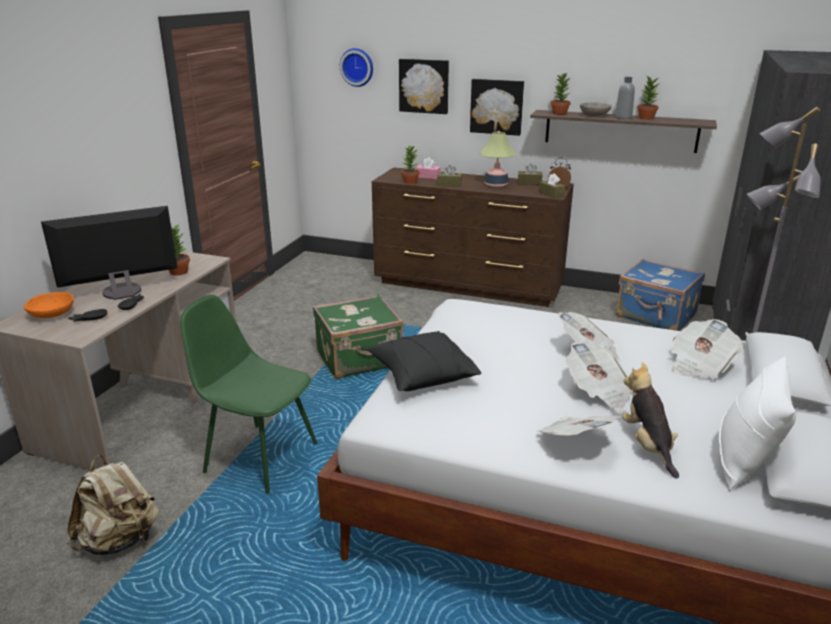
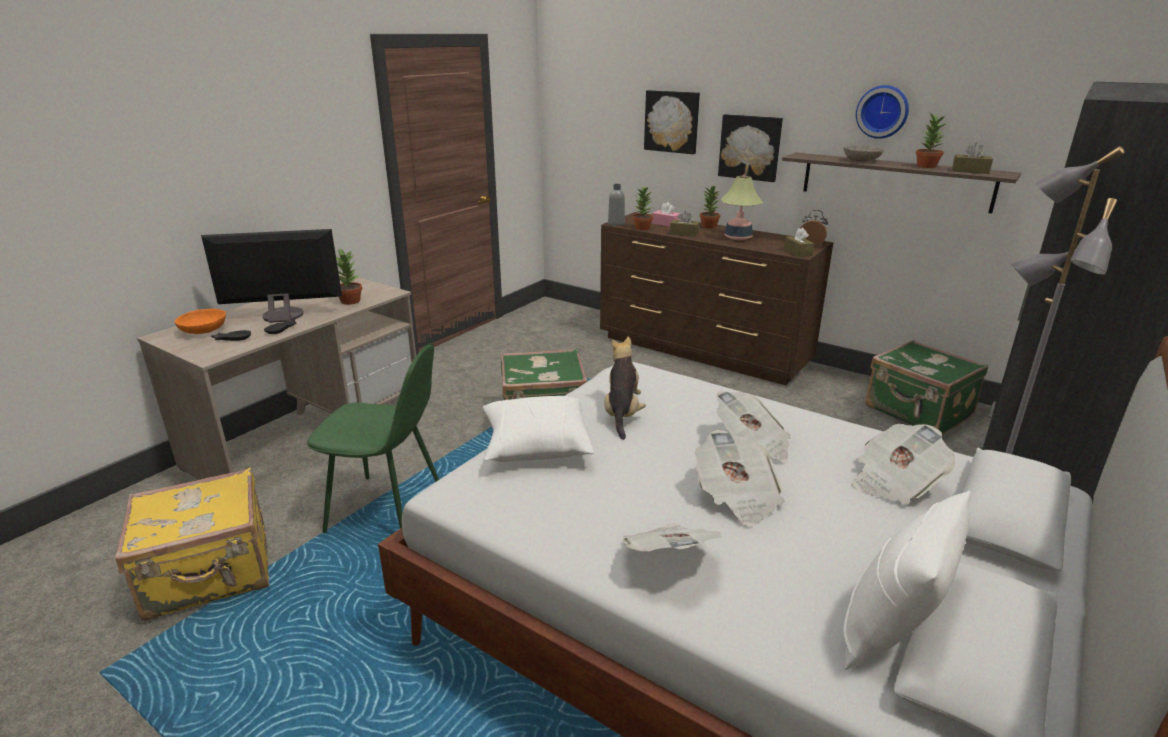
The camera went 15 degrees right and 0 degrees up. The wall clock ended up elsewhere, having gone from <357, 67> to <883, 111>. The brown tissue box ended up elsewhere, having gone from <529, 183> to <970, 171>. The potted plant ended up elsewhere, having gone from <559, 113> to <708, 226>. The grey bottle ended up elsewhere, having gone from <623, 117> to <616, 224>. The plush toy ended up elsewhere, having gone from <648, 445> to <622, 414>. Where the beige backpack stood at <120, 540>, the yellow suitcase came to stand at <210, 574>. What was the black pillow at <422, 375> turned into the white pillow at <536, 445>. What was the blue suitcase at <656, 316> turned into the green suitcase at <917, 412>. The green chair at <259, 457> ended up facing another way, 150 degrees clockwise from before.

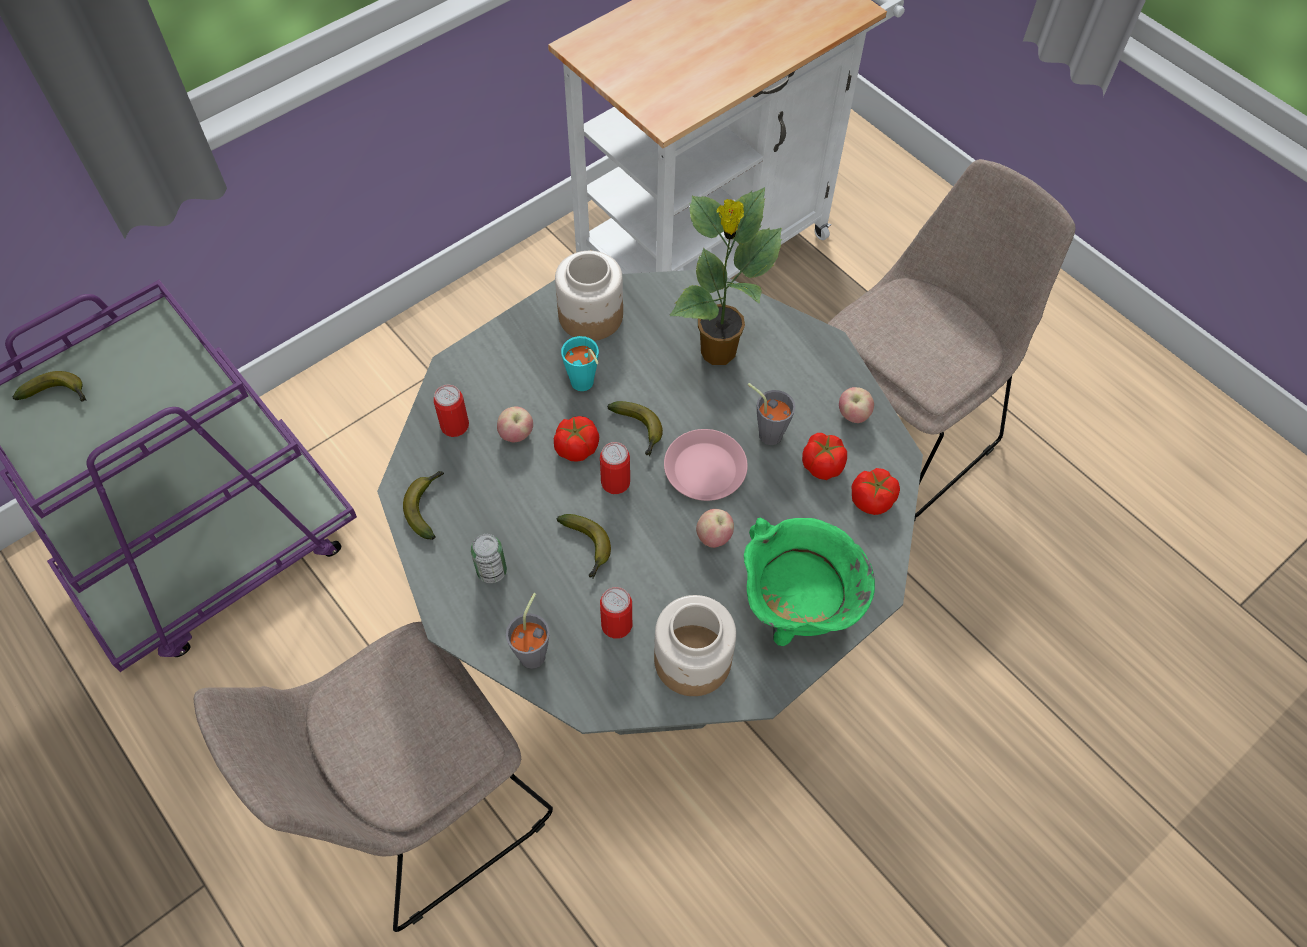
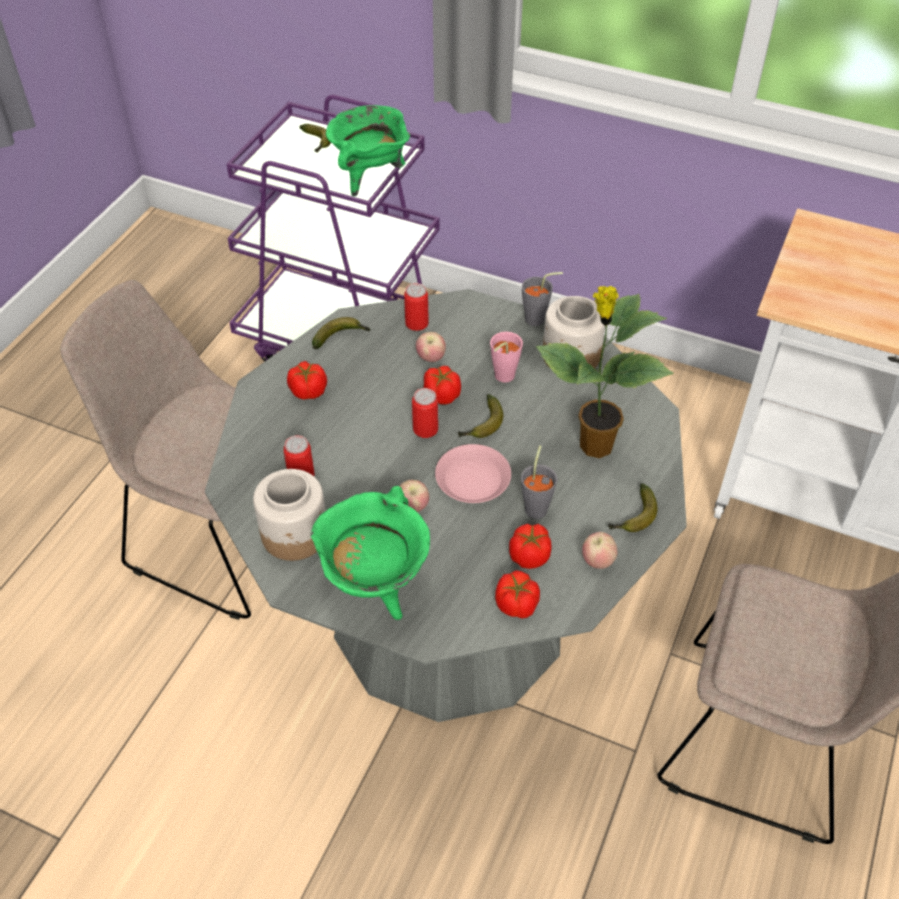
The camera went 65 degrees right and 10 degrees down. The second view gained the green cooking pot at <370, 177>. The grey cup ended up elsewhere, having gone from <535, 650> to <539, 319>. The banana ended up elsewhere, having gone from <587, 548> to <633, 517>. Where the can stood at <492, 571>, the tomato came to stand at <308, 391>. What was the turquoise cup at <584, 386> turned into the pink cup at <501, 378>.

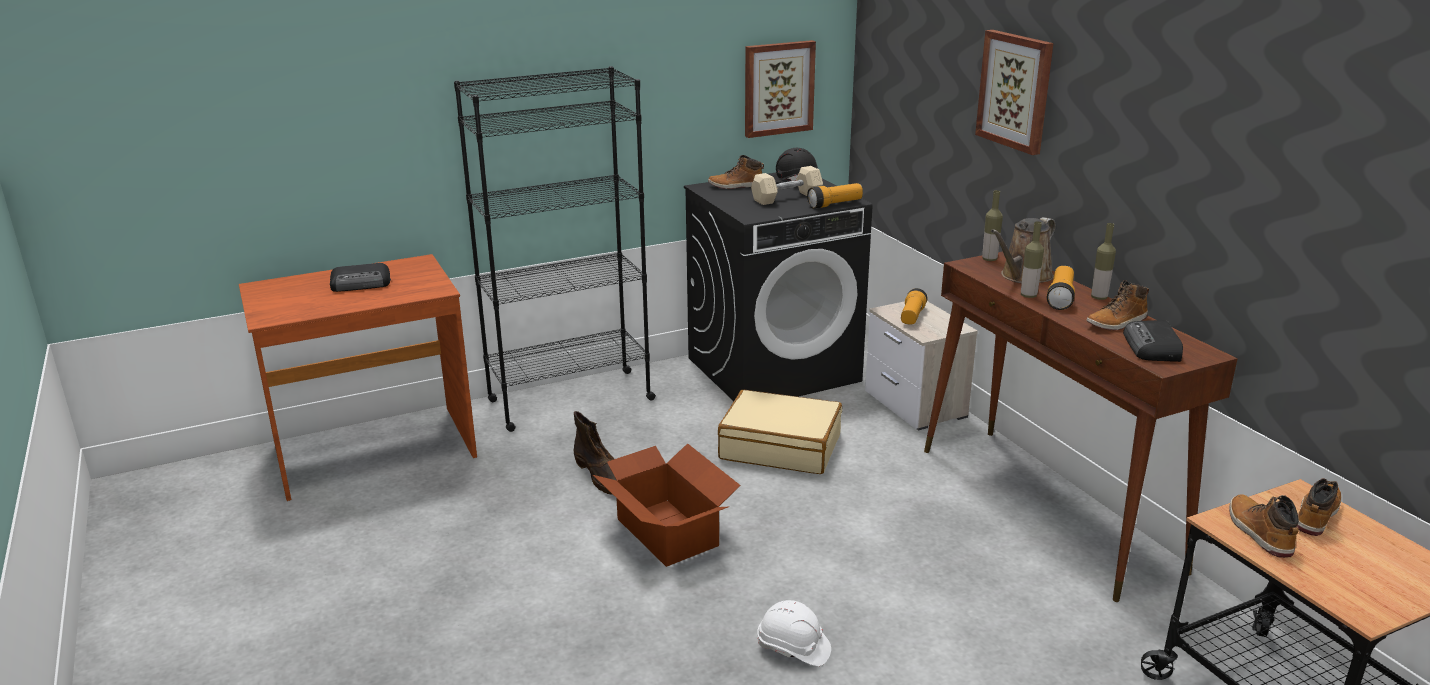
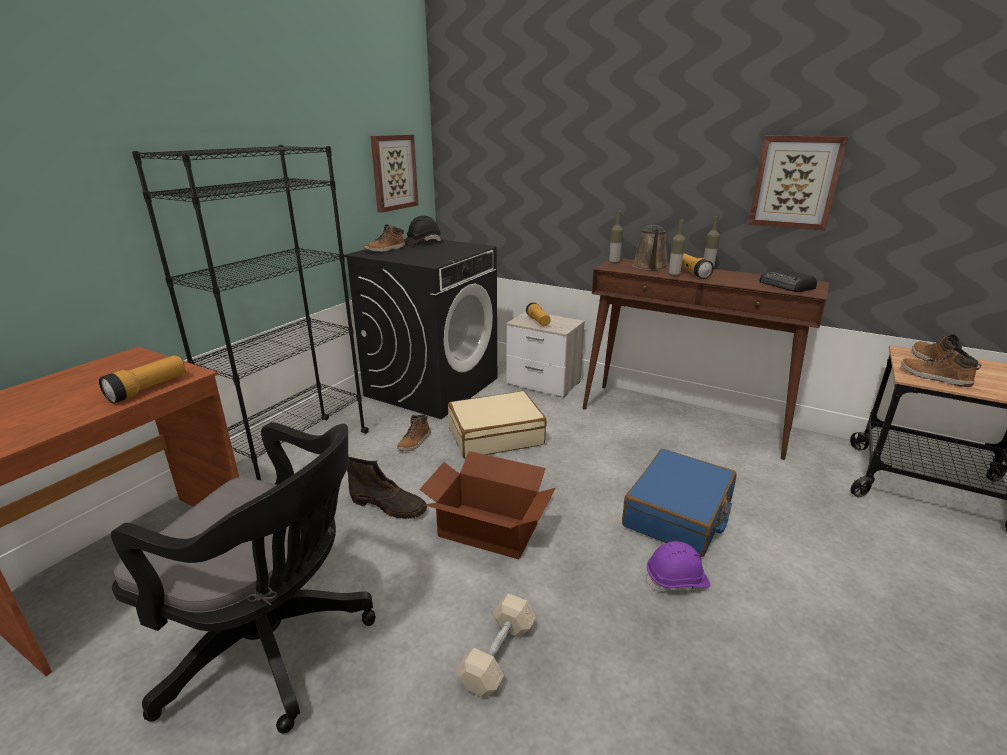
The camera went 35 degrees left and 0 degrees up. The second view lost the radio at <362, 283>. The second view gained the black office chair at <275, 645>. The second view gained the blue suitcase at <678, 514>. The beige dumbbell ended up elsewhere, having gone from <786, 198> to <498, 655>. The flashlight ended up elsewhere, having gone from <835, 204> to <148, 389>. The picture ended up elsewhere, having gone from <1015, 91> to <795, 182>. The boot ended up elsewhere, having gone from <1117, 323> to <415, 442>. What was the white hard hat at <793, 648> turned into the purple hard hat at <677, 580>.

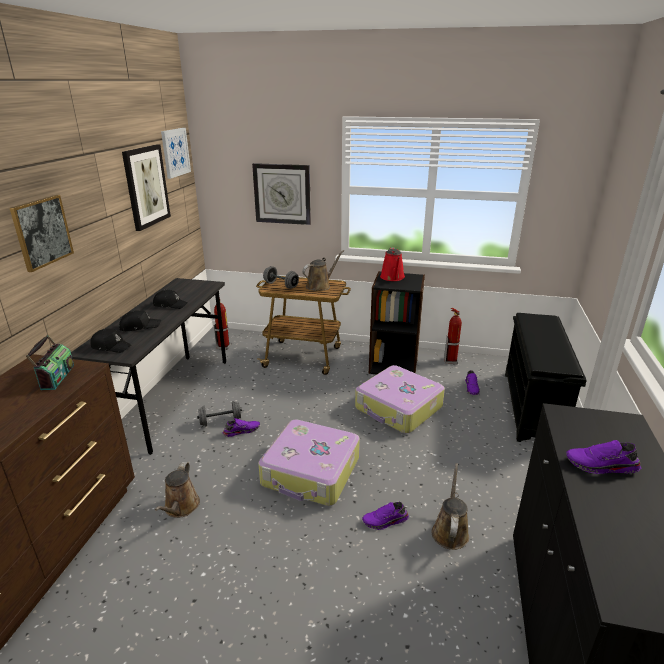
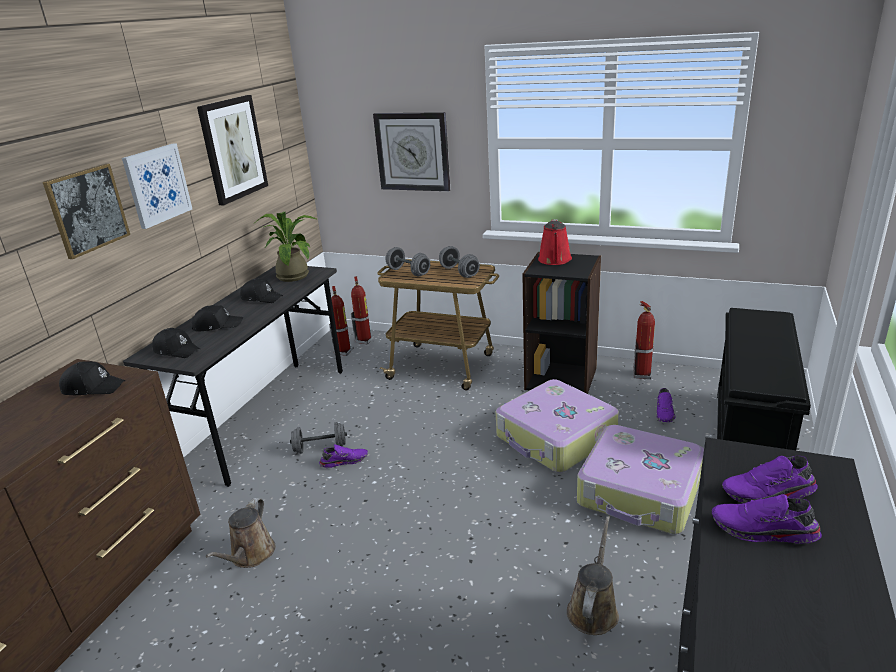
The camera went 10 degrees right and 0 degrees up. The second view gained the potted plant at <294, 275>. The second view gained the fire extinguisher at <364, 340>. The picture ended up elsewhere, having gone from <175, 152> to <157, 185>. The suitcase ended up elsewhere, having gone from <311, 472> to <640, 492>. The purple shoe ended up elsewhere, having gone from <385, 521> to <768, 494>. Where the radio stood at <56, 377>, the black cap came to stand at <93, 387>. Where the brown watering can stood at <320, 286>, the grey dumbbell came to stand at <459, 272>.

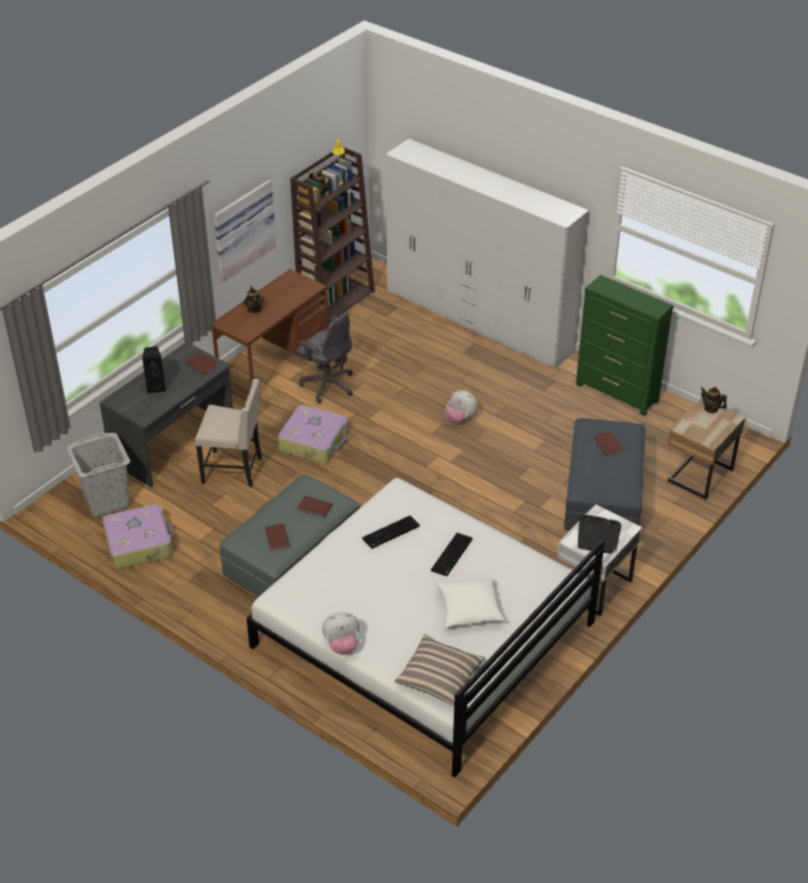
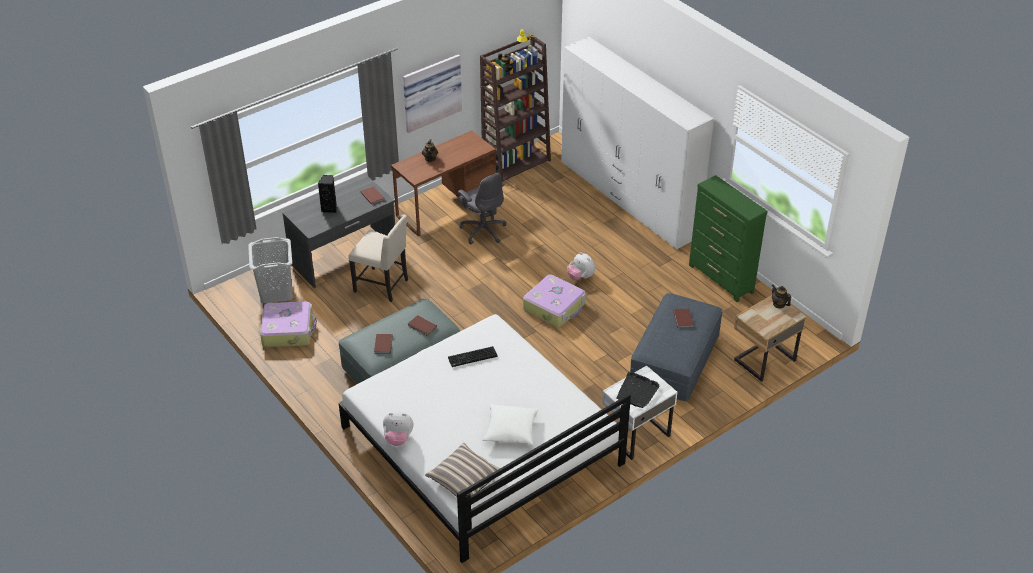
The camera went 15 degrees right and 0 degrees up. The second view lost the keyboard at <452, 555>. The suitcase ended up elsewhere, having gone from <314, 441> to <555, 307>.

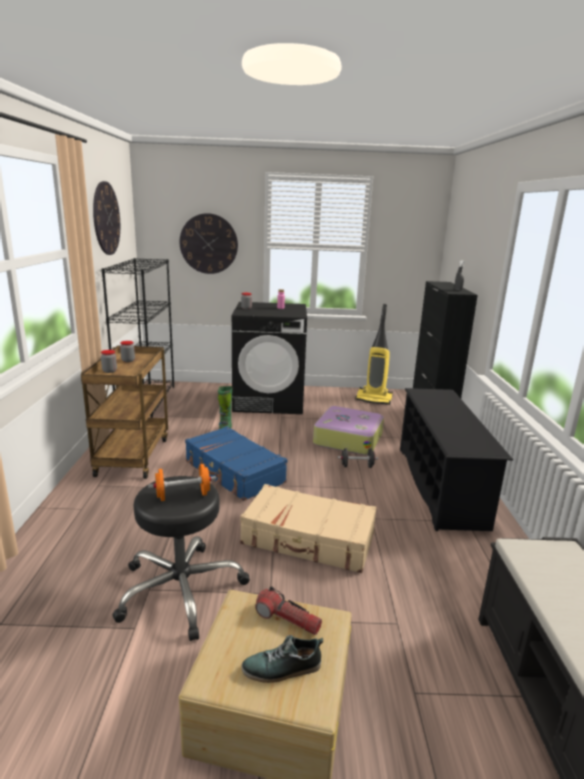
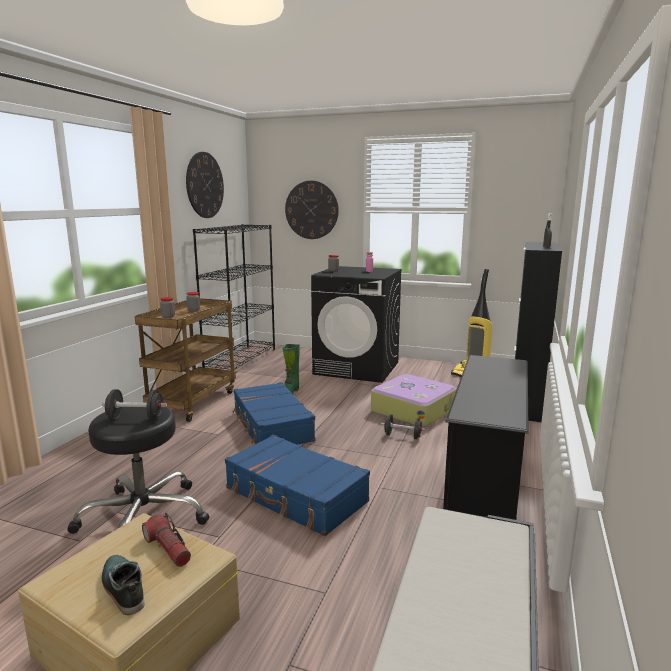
The camera went 20 degrees right and 5 degrees down. What was the orange dumbbell at <183, 495> turned into the black dumbbell at <136, 418>. What was the beige suitcase at <308, 539> turned into the blue suitcase at <295, 496>. The shoe at <282, 668> ended up facing another way, 45 degrees clockwise from before.

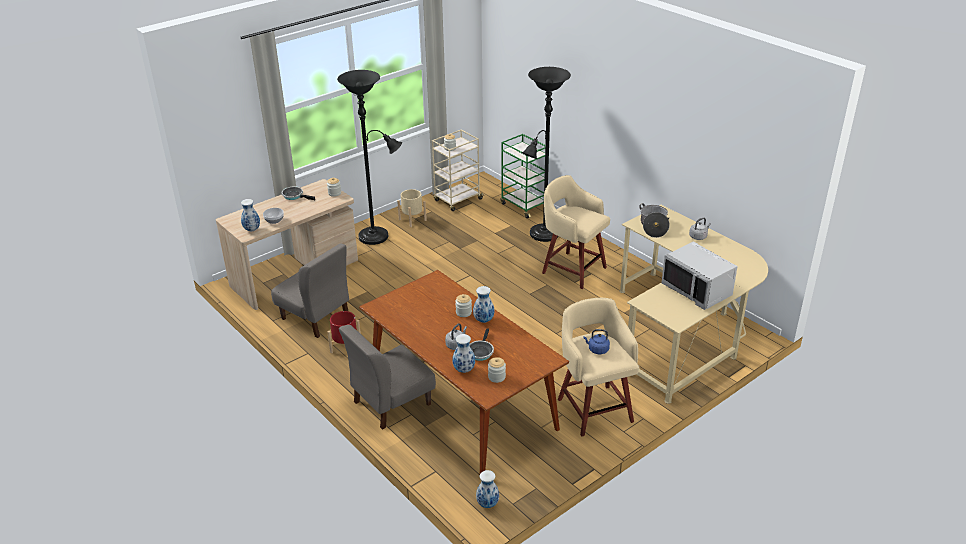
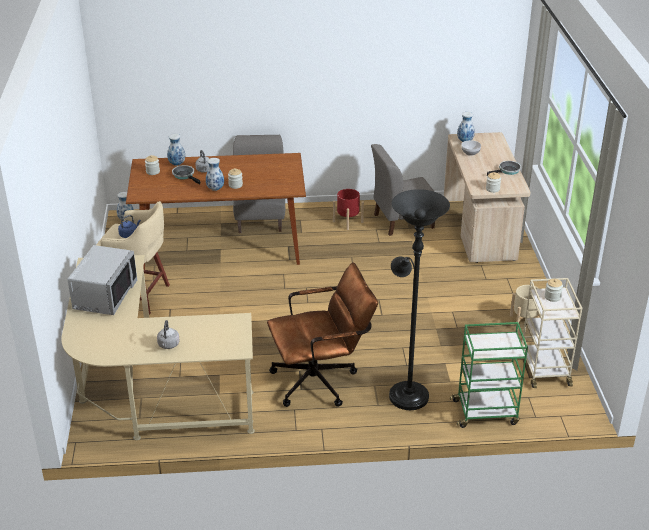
The camera went 125 degrees right and 0 degrees up. The second view lost the black floor lamp at <377, 236>. The second view lost the cooking pot at <653, 226>. Where the beige stool stood at <572, 269>, the brown office chair came to stand at <321, 381>. The grey microwave at <697, 290> ended up facing another way, 105 degrees clockwise from before.

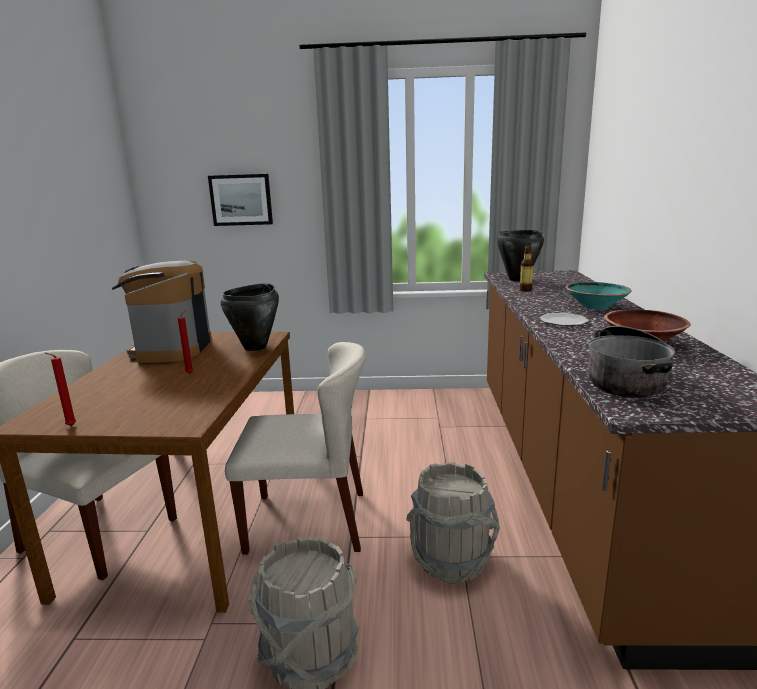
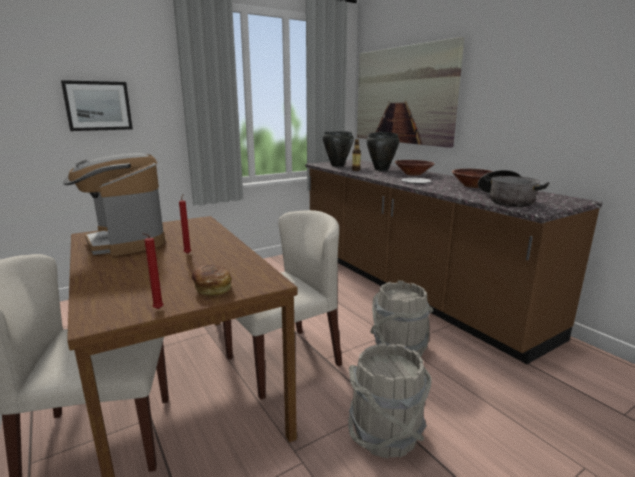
The camera went 35 degrees left and 0 degrees up. The second view gained the bread at <212, 288>. The second view gained the picture at <403, 95>. The black cooking pot ended up elsewhere, having gone from <256, 347> to <381, 169>. What was the turquoise bowl at <595, 306> turned into the brown bowl at <413, 174>.

